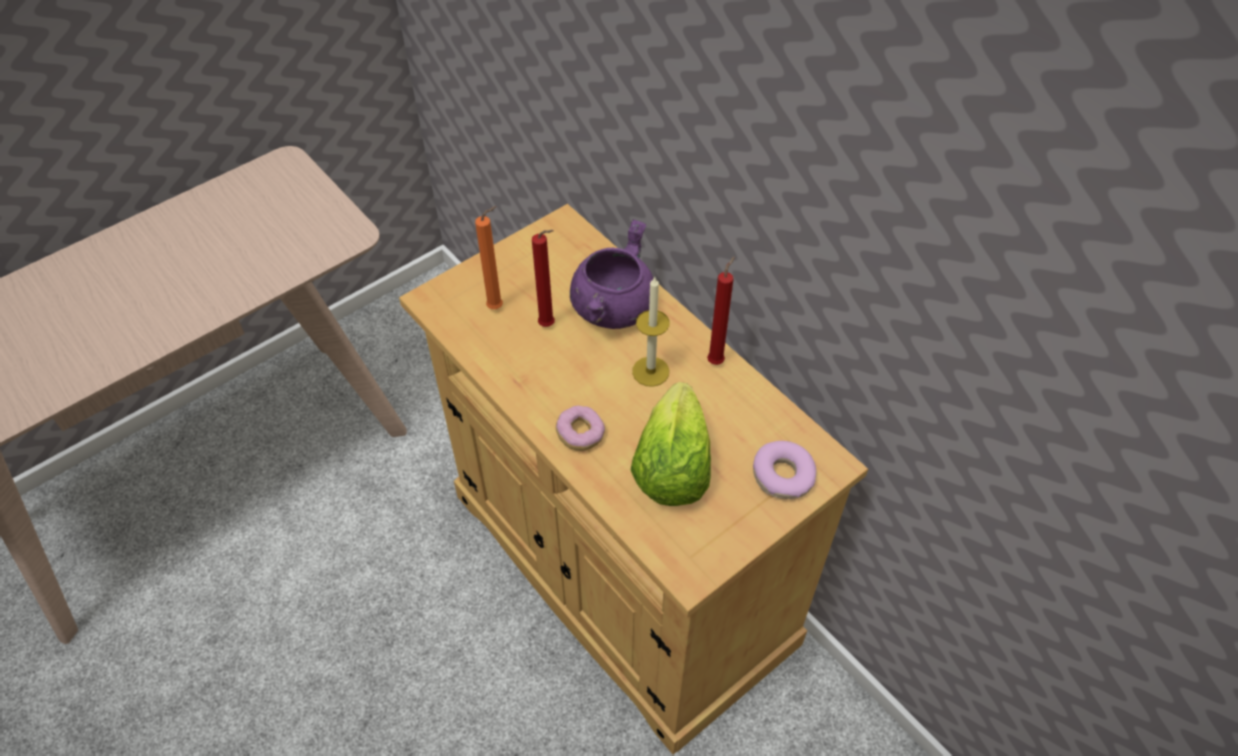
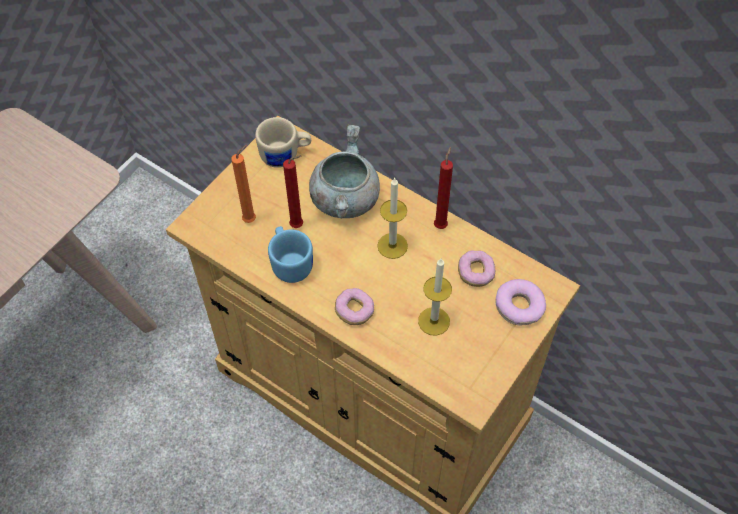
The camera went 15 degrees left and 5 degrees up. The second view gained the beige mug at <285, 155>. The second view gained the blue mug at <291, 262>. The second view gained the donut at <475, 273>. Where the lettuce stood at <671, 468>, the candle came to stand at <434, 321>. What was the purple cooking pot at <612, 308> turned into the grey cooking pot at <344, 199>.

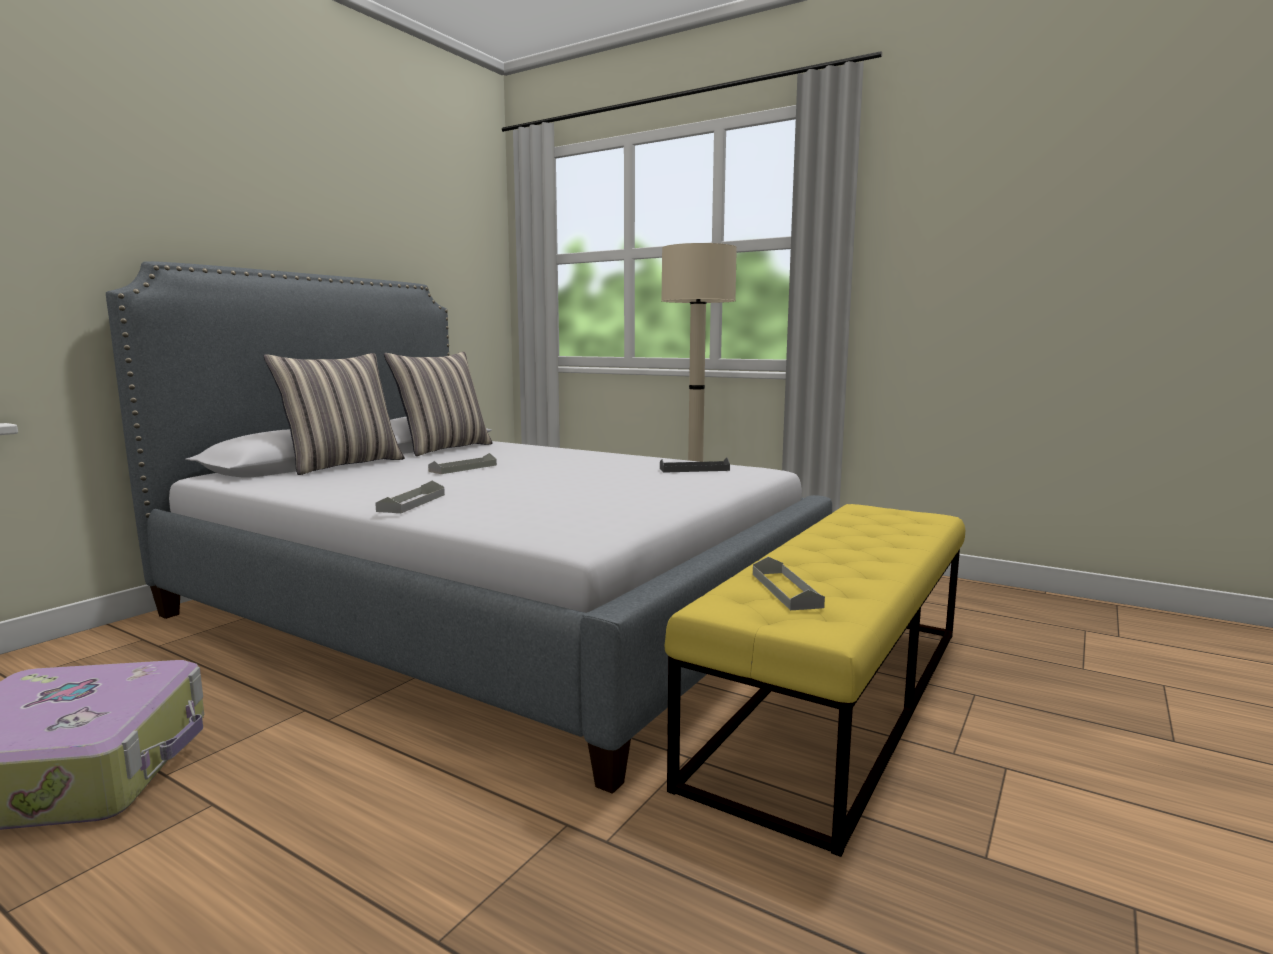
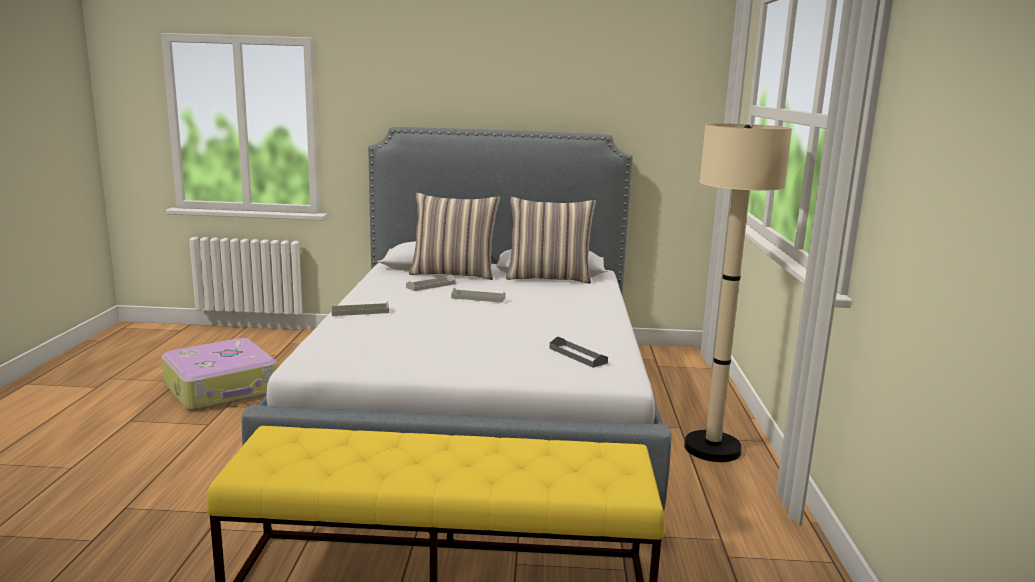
The camera went 60 degrees right and 5 degrees up. The grey tray ended up elsewhere, having gone from <786, 590> to <431, 285>.

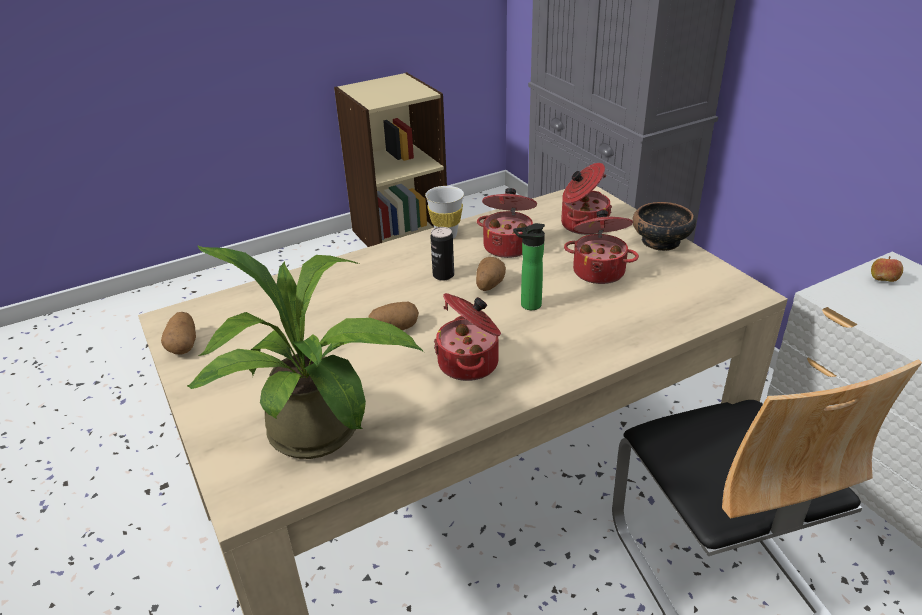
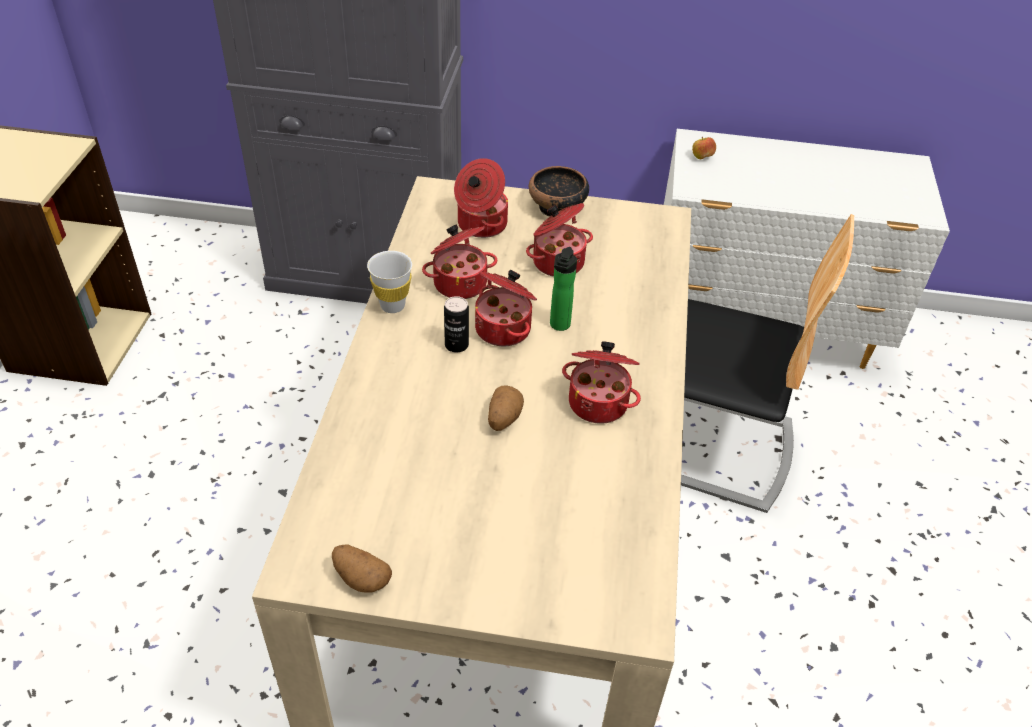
The camera went 55 degrees left and 10 degrees up. The second view lost the potted plant at <322, 436>. Where the potato stood at <489, 285>, the cooking pot came to stand at <504, 328>.

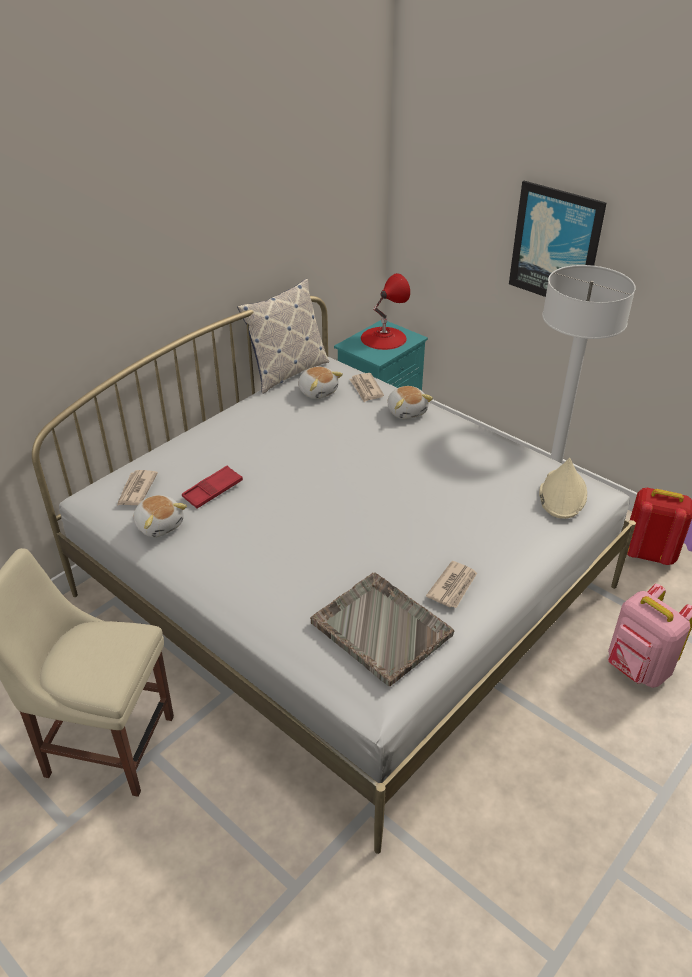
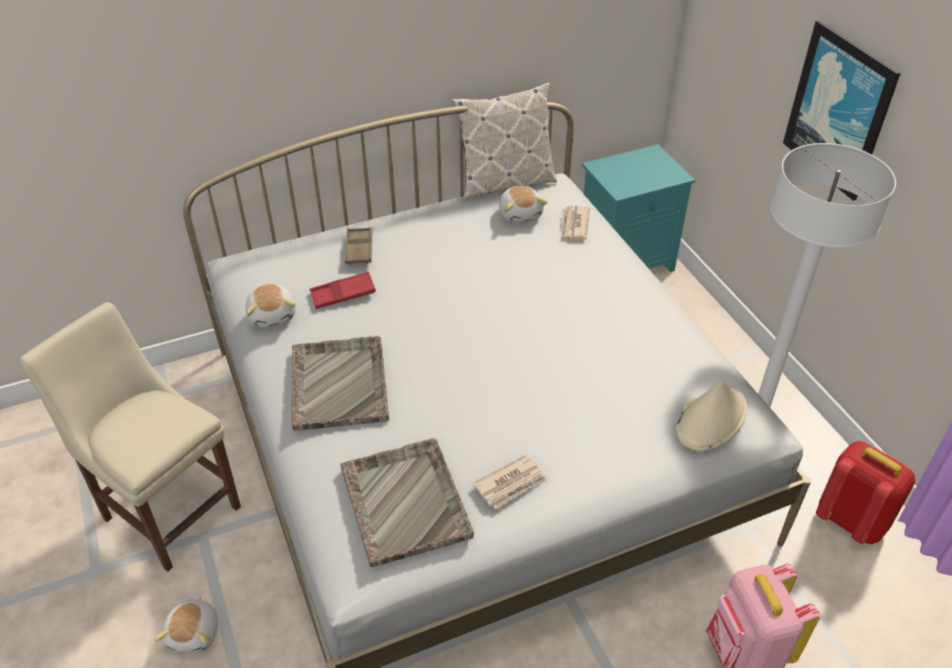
The camera went 25 degrees right and 5 degrees up. The second view lost the newspaper at <136, 490>. The second view lost the red table lamp at <383, 338>. The second view gained the grey tray at <339, 383>. The second view gained the brown tray at <359, 249>. The plush toy ended up elsewhere, having gone from <407, 411> to <195, 633>.

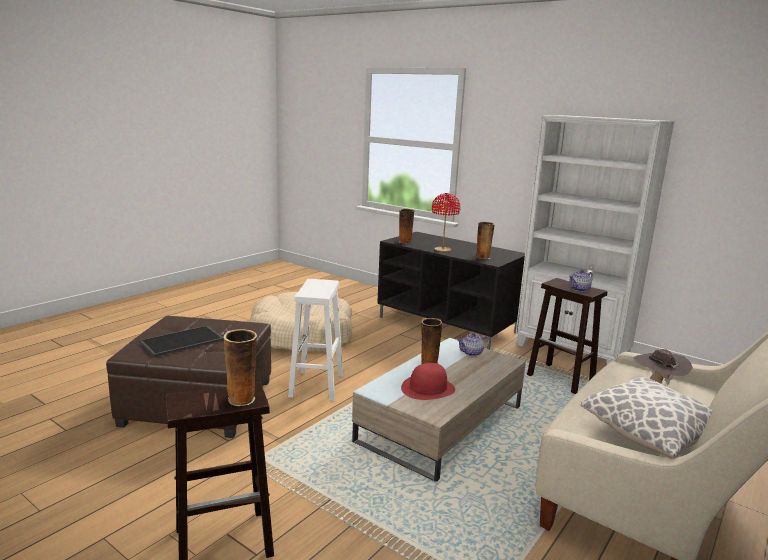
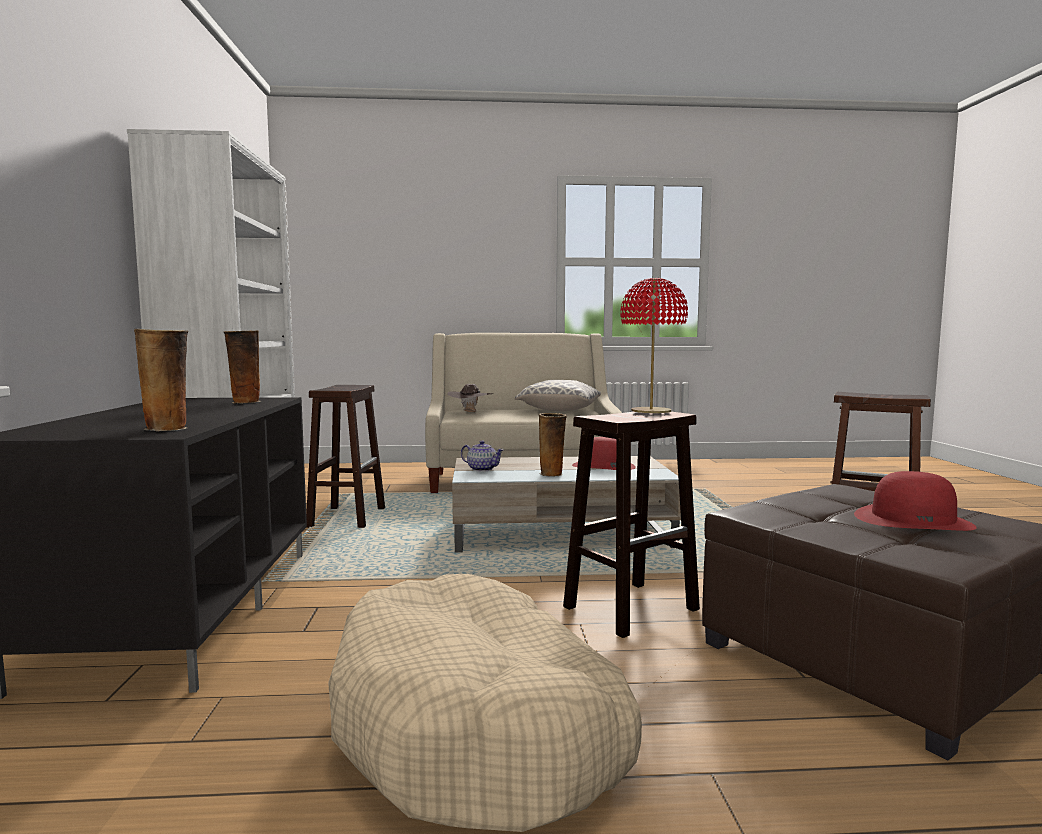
The camera went 130 degrees left and 10 degrees down. The second view lost the vase at <242, 399>. The second view lost the teapot at <579, 289>. The red table lamp ended up elsewhere, having gone from <442, 250> to <651, 412>. Where the tray stood at <182, 342>, the red hat came to stand at <913, 520>. What was the white stool at <316, 386> turned into the brown stool at <632, 607>.

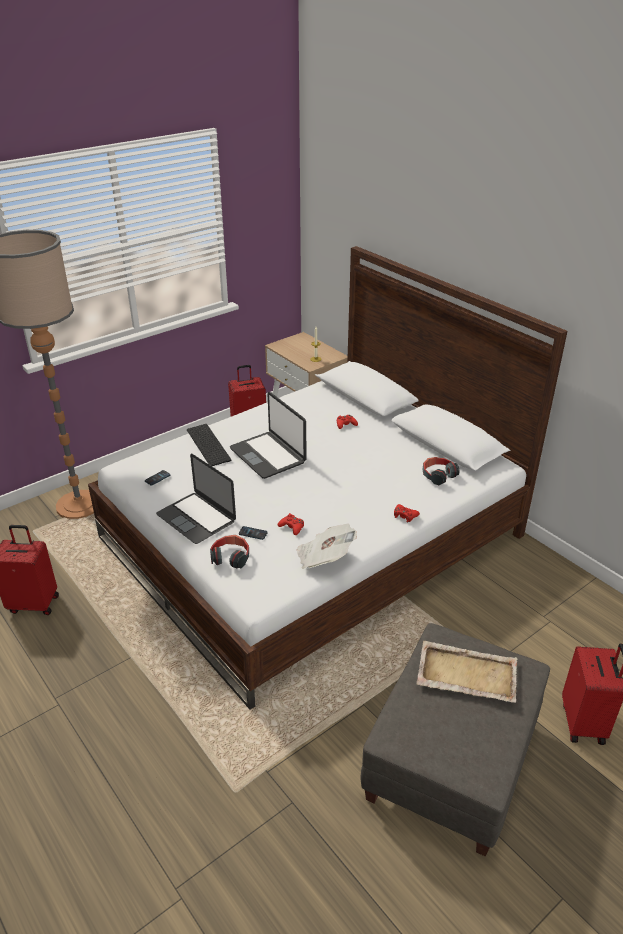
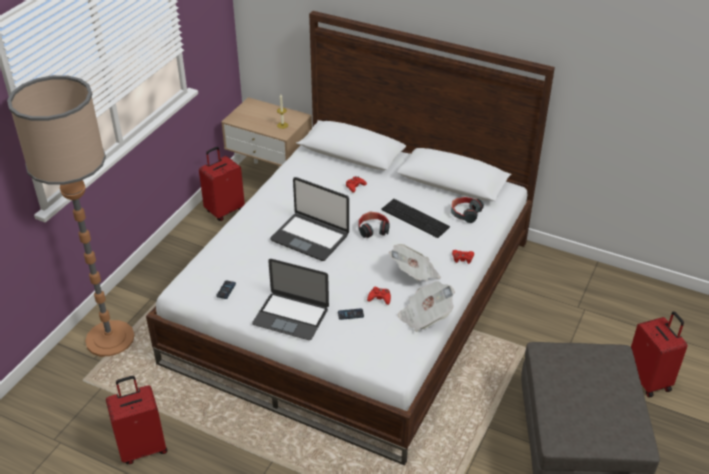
The camera went 25 degrees left and 5 degrees up. The second view lost the beige tray at <466, 673>. The second view gained the newspaper at <414, 274>. The keyboard ended up elsewhere, having gone from <210, 445> to <416, 218>. The headphones ended up elsewhere, having gone from <231, 557> to <373, 229>.

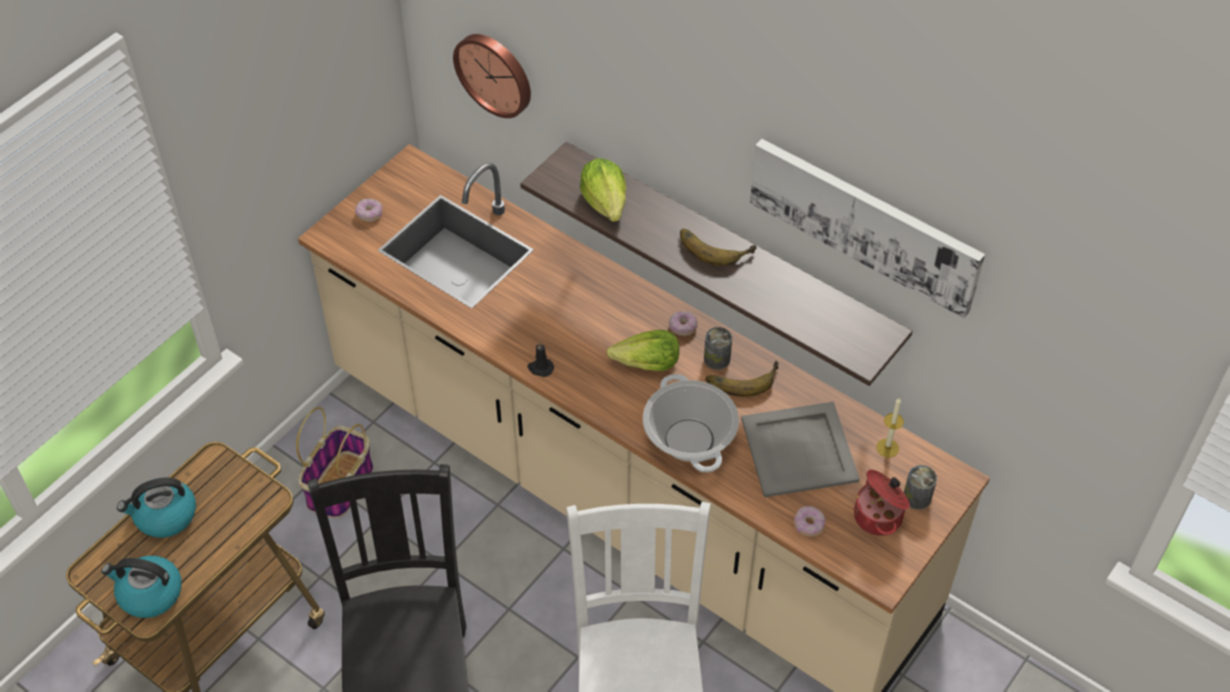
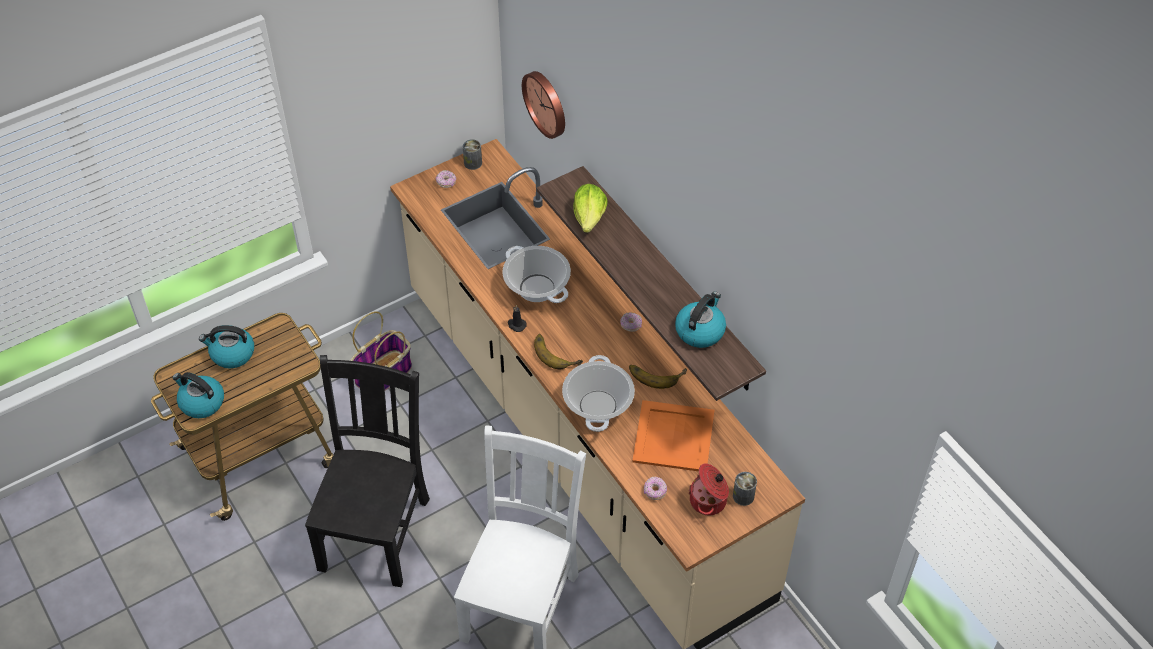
The camera went 20 degrees right and 0 degrees up. The second view lost the lettuce at <647, 364>. The second view lost the picture at <865, 223>. The second view lost the candle at <887, 448>. The second view gained the cooking pot at <536, 288>. The second view gained the kettle at <700, 330>. The banana ended up elsewhere, having gone from <715, 246> to <557, 352>. The can ended up elsewhere, having gone from <717, 359> to <473, 163>. What was the grey tray at <798, 449> turned into the orange tray at <673, 436>.

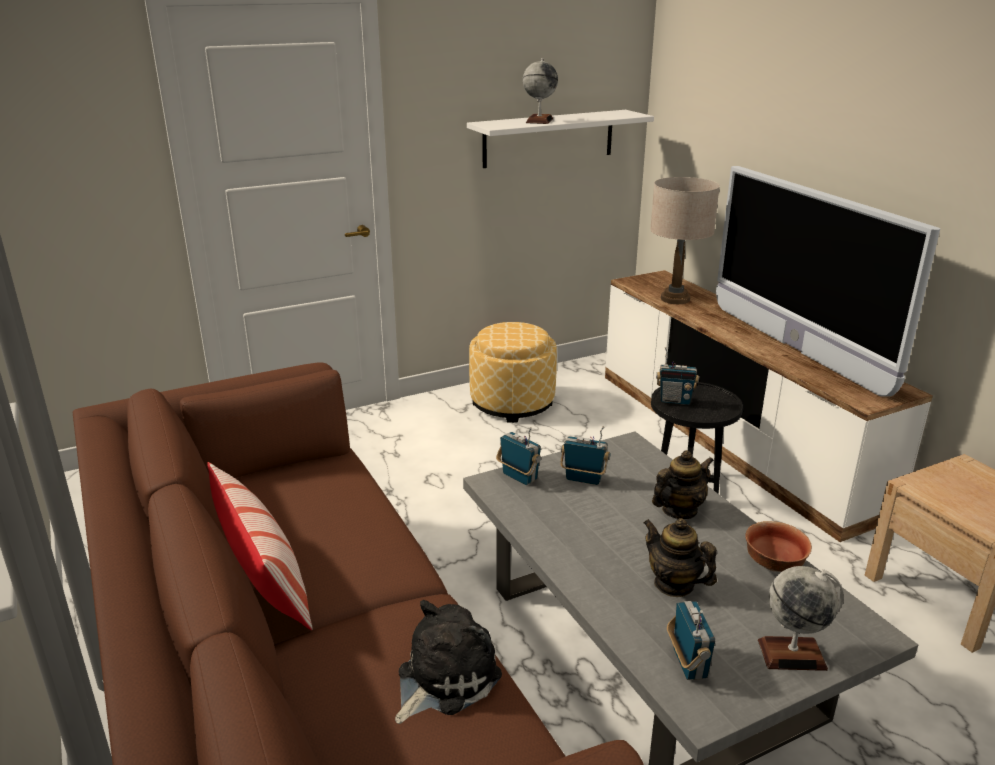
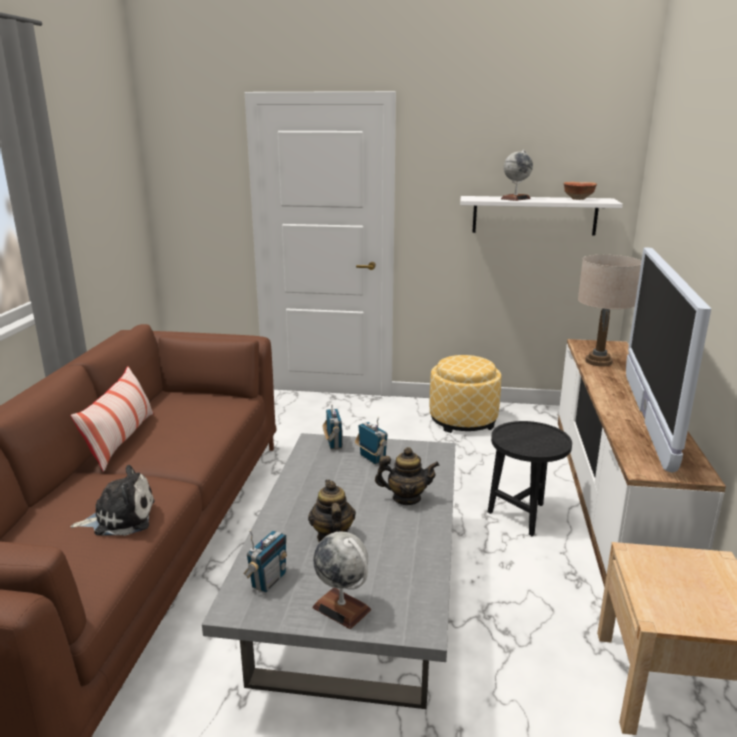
The camera went 35 degrees right and 5 degrees down. The second view lost the radio at <675, 400>. The bowl ended up elsewhere, having gone from <775, 564> to <579, 199>.

